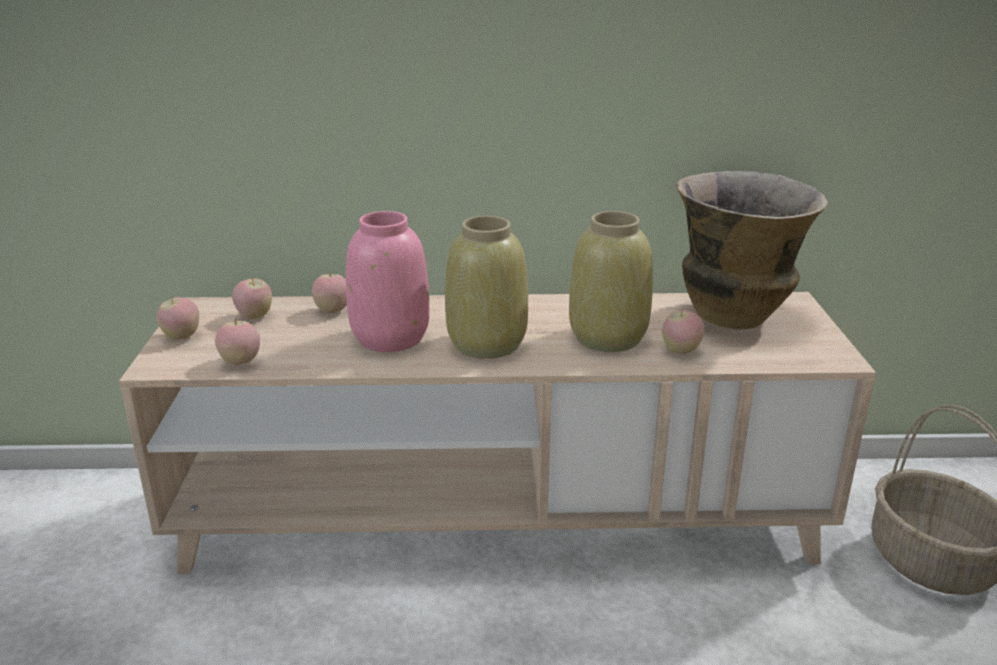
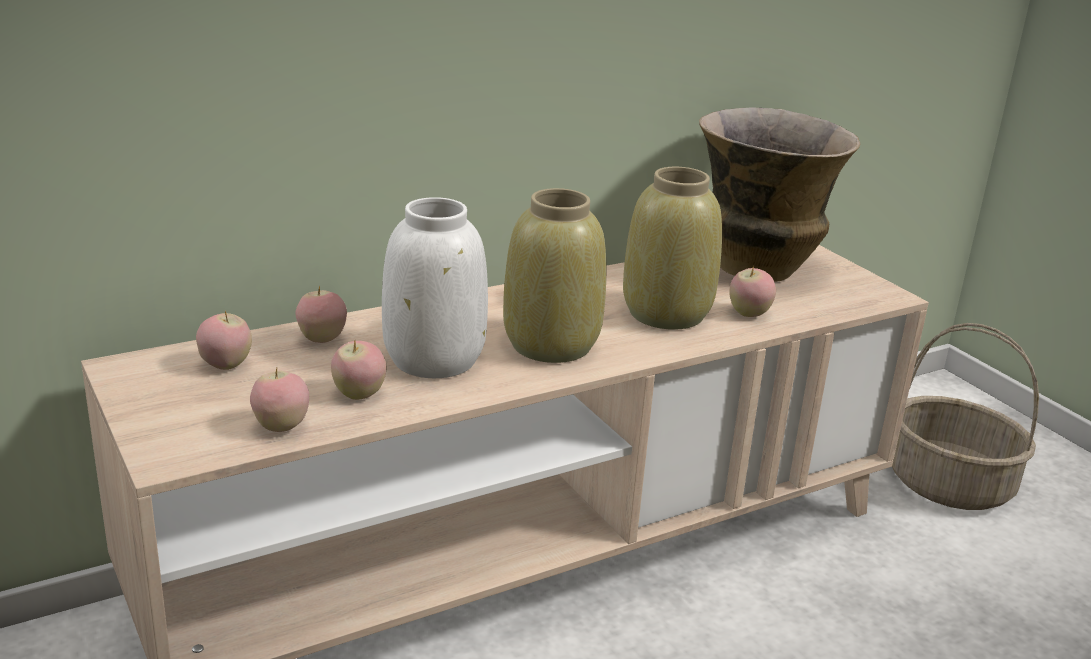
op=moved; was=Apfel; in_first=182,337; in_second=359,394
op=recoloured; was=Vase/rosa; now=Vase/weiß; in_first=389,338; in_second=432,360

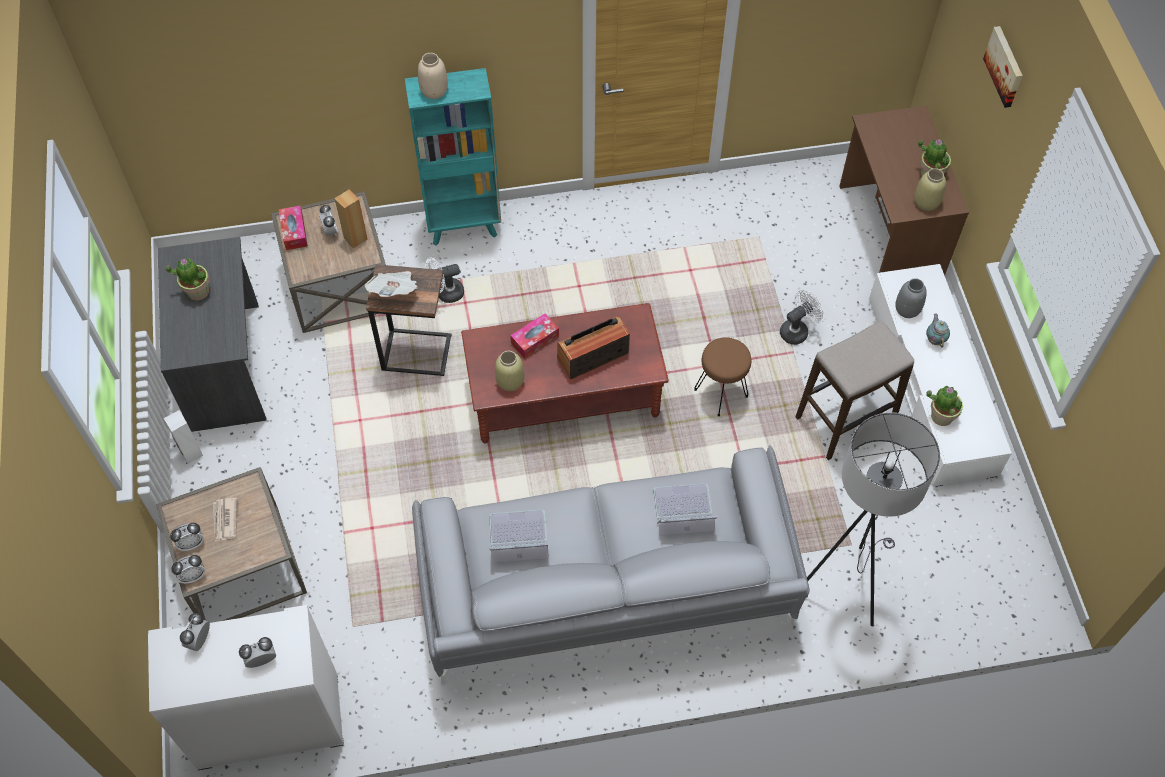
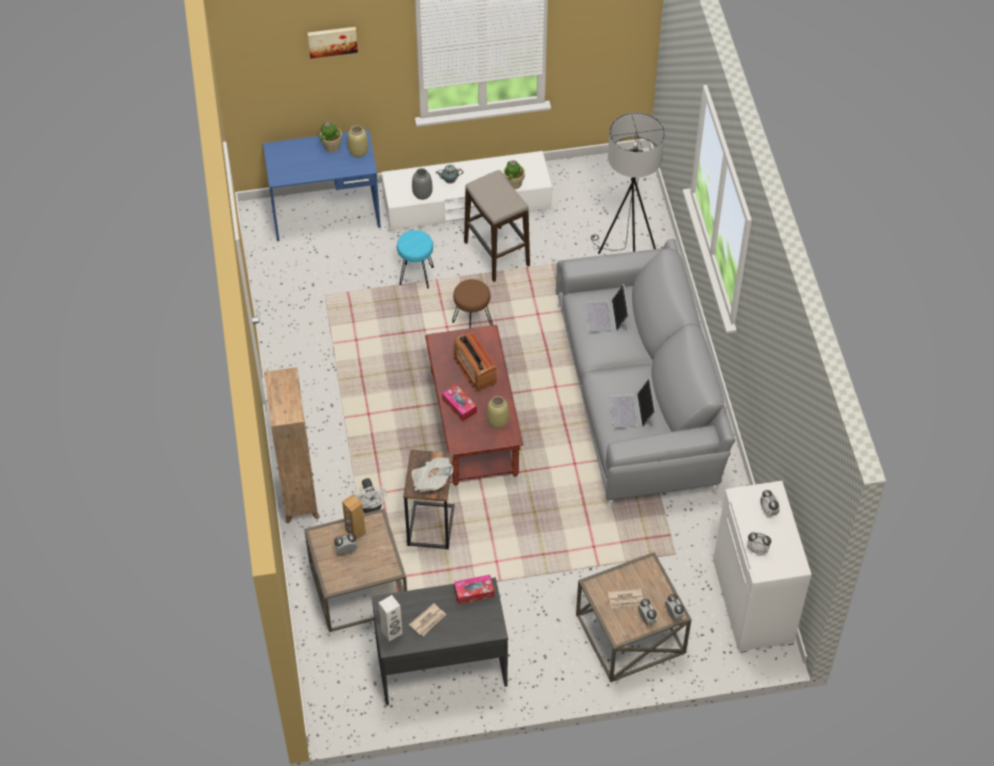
op=removed; was=Vase/beige; in_first=434,90
op=moved; was=Lautsprecher/weiß; in_first=191,453; in_second=392,632
op=moved; was=Taschentuchbox; in_first=294,232; in_second=474,592
op=replaced; was=Topfpflanze; now=Zeitung; in_first=197,291; in_second=428,620
op=replaced; was=Ventilator/weiß; now=Hocker/türkis; in_first=797,330; in_second=416,276
op=recoloured; was=Bücherregal/türkis; now=Bücherregal/braun; in_first=464,226; in_second=299,496
op=recoloured; was=Schreibtisch/braun; now=Schreibtisch/blau; in_first=888,233; in_second=326,215

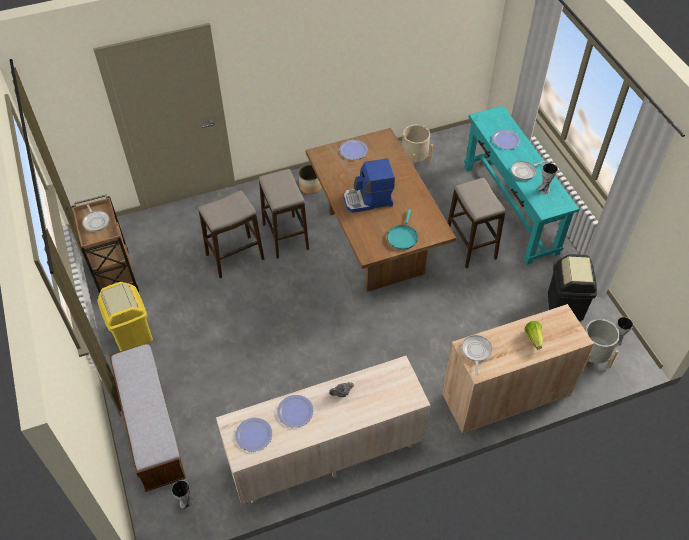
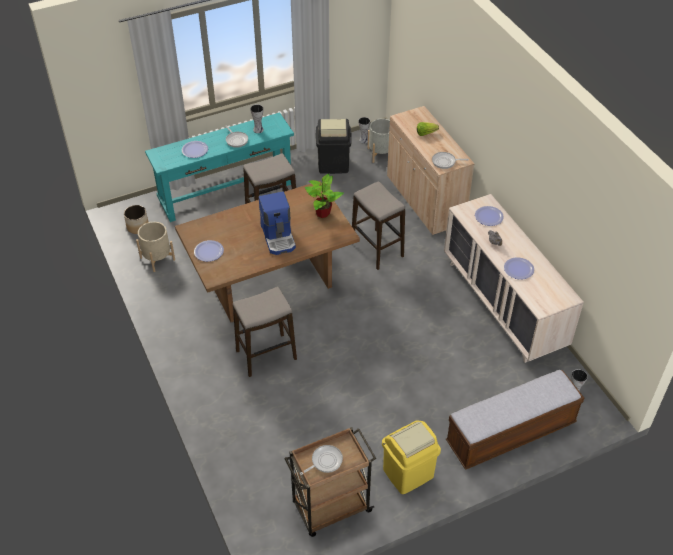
op=moved; was=Hocker; in_first=235,257; in_second=377,249
op=moved; was=Teller; in_first=254,435; in_second=489,216
op=moved; was=Pflanzkübel; in_first=310,186; in_second=138,226
op=replaced; was=Pfanne/türkis; now=Topfpflanze; in_first=402,237; in_second=323,213

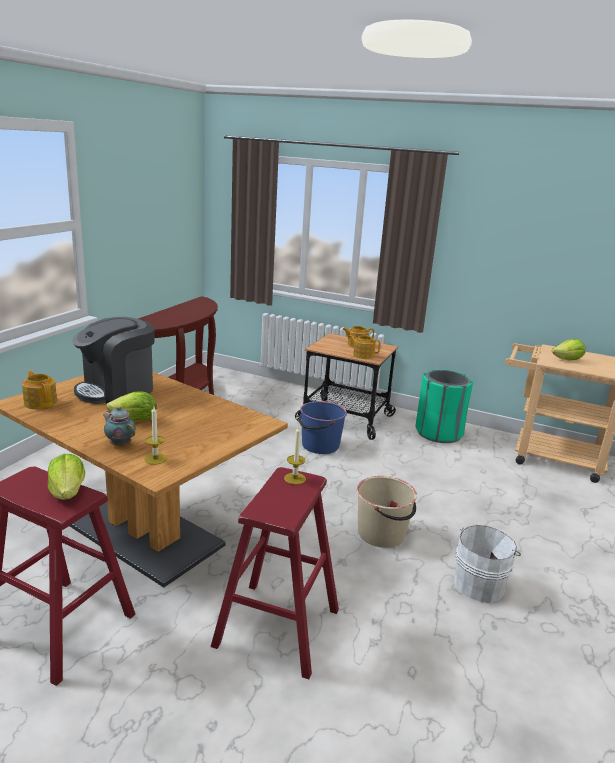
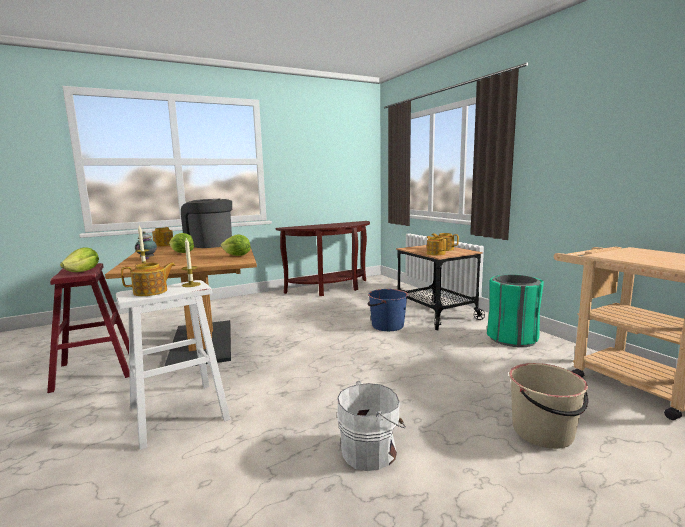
op=added; now=Teekanne; in_second=151,292
op=moved; was=Eimer/beige; in_first=382,534; in_second=543,432
op=moved; was=Salatkopf; in_first=567,360; in_second=237,256
op=recoloured; was=Hocker/rot; now=Hocker/weiß; in_first=277,627; in_second=178,413
op=turned; was=Kaffeemaschine; in_first=117,390; in_second=209,244; clockwise=45

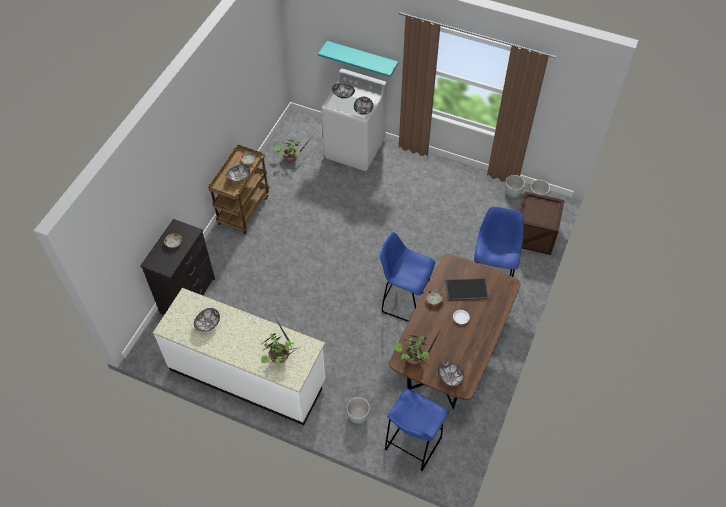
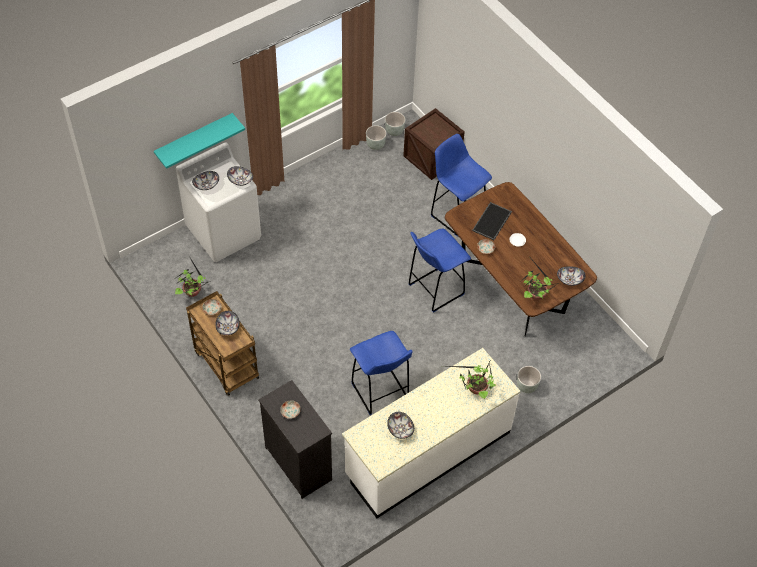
op=moved; was=Hocker/blau; in_first=412,446; in_second=380,392

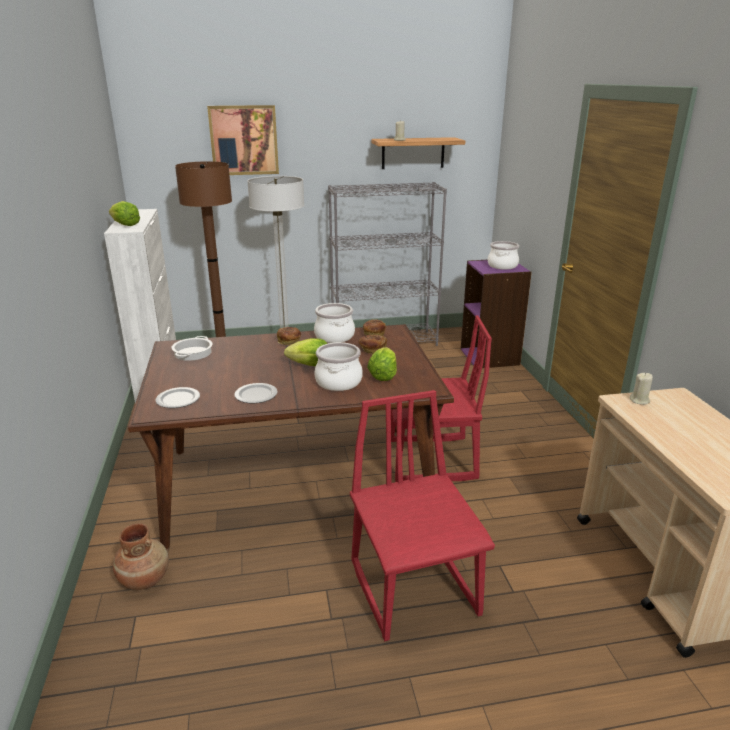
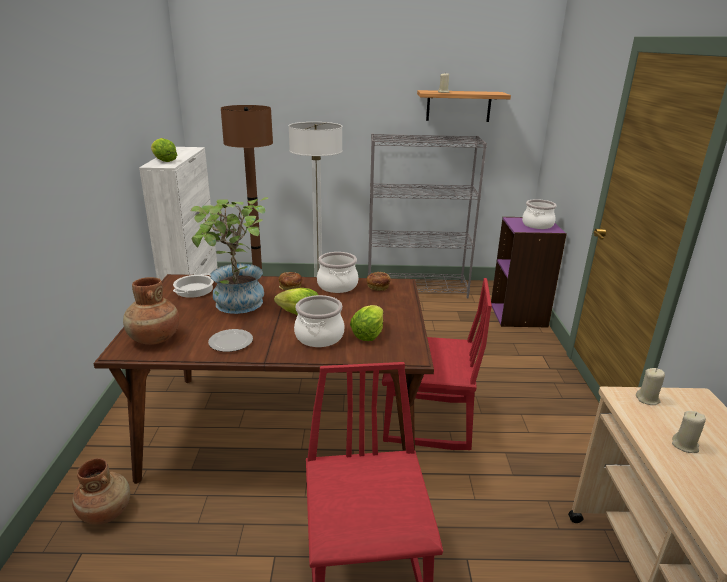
op=removed; was=Bild; in_first=244,140
op=removed; was=Brot; in_first=372,350
op=added; now=Topfpflanze; in_second=236,306
op=added; now=Kerze/beige; in_second=685,445
op=replaced; was=Teller; now=Vase/braun; in_first=178,400; in_second=154,339

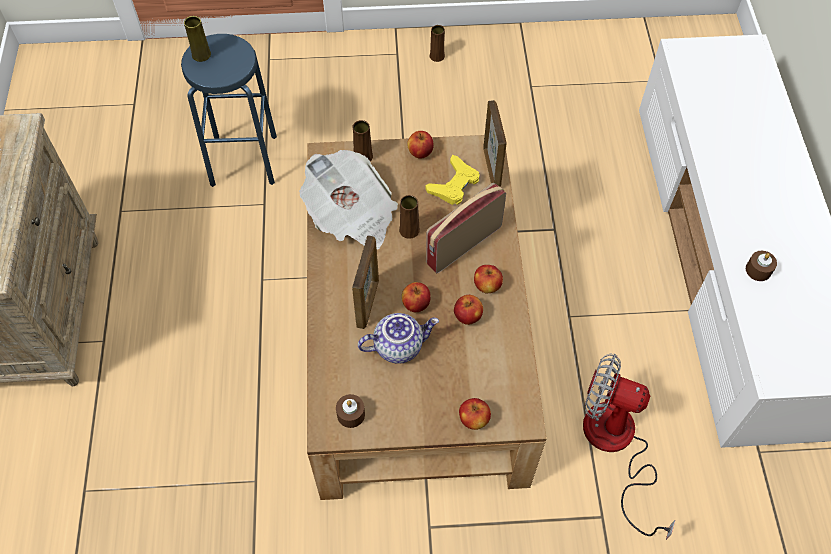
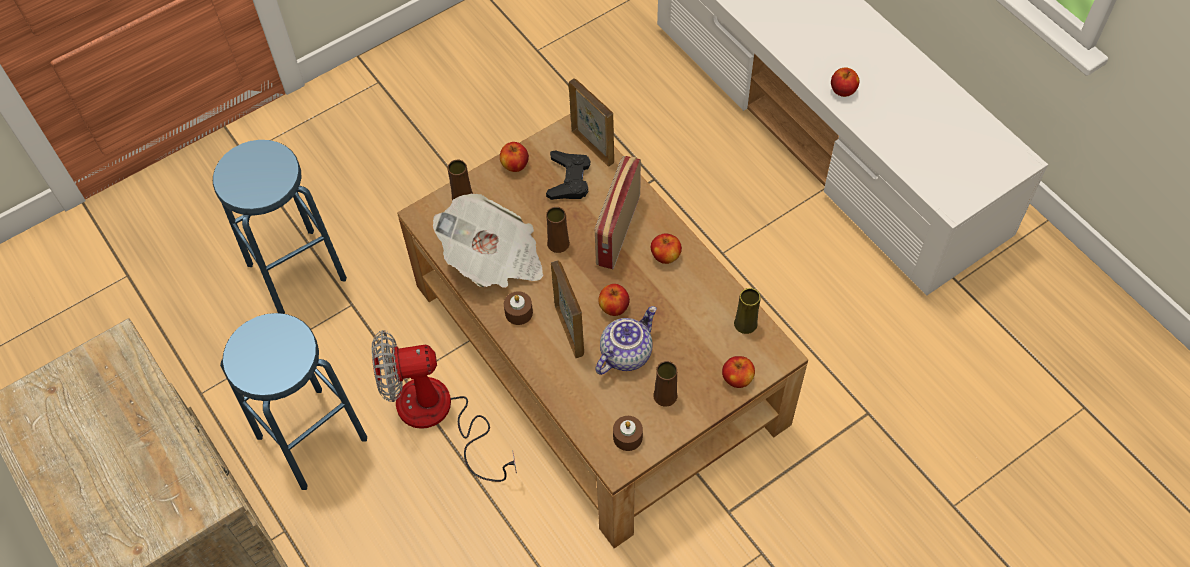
op=added; now=Hocker/blau; in_second=311,437
op=moved; was=Vase/gelb; in_first=201,55; in_second=745,324
op=moved; was=Vase/braun; in_first=437,56; in_second=665,396
op=moved; was=Apfel; in_first=467,316; in_second=843,91
op=moved; was=Ventilator; in_first=615,446; in_second=438,417
op=moved; was=Kerze/braun; in_first=758,270; in_second=519,312
op=recoloured; was=Gamepad/gelb; now=Gamepad/schwarz; in_first=454,184; in_second=569,179

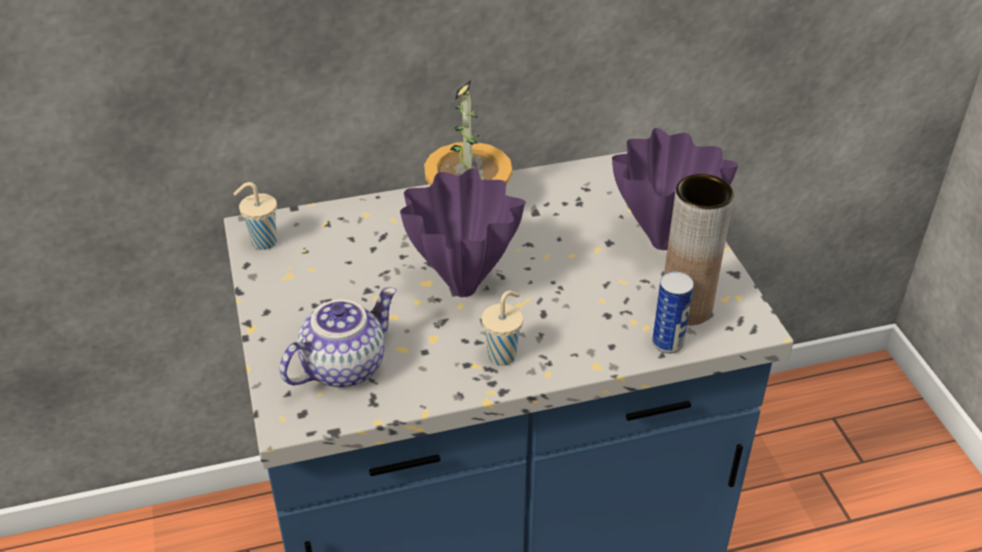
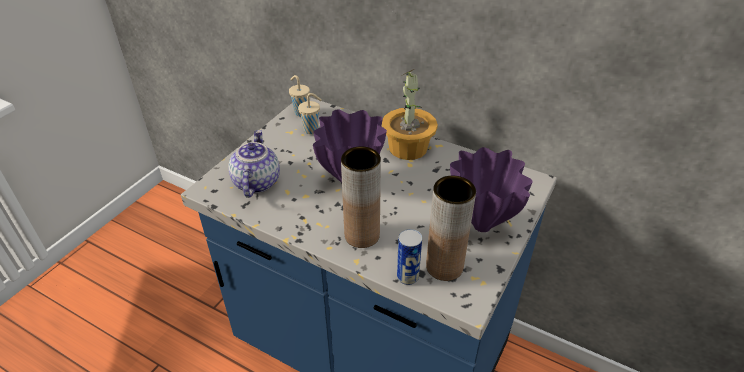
op=added; now=Vase/braun; in_second=362,235
op=moved; was=Tasse/beige; in_first=503,355; in_second=312,130
op=turned; was=Teekanne; in_first=343,366; in_second=255,182; clockwise=-90

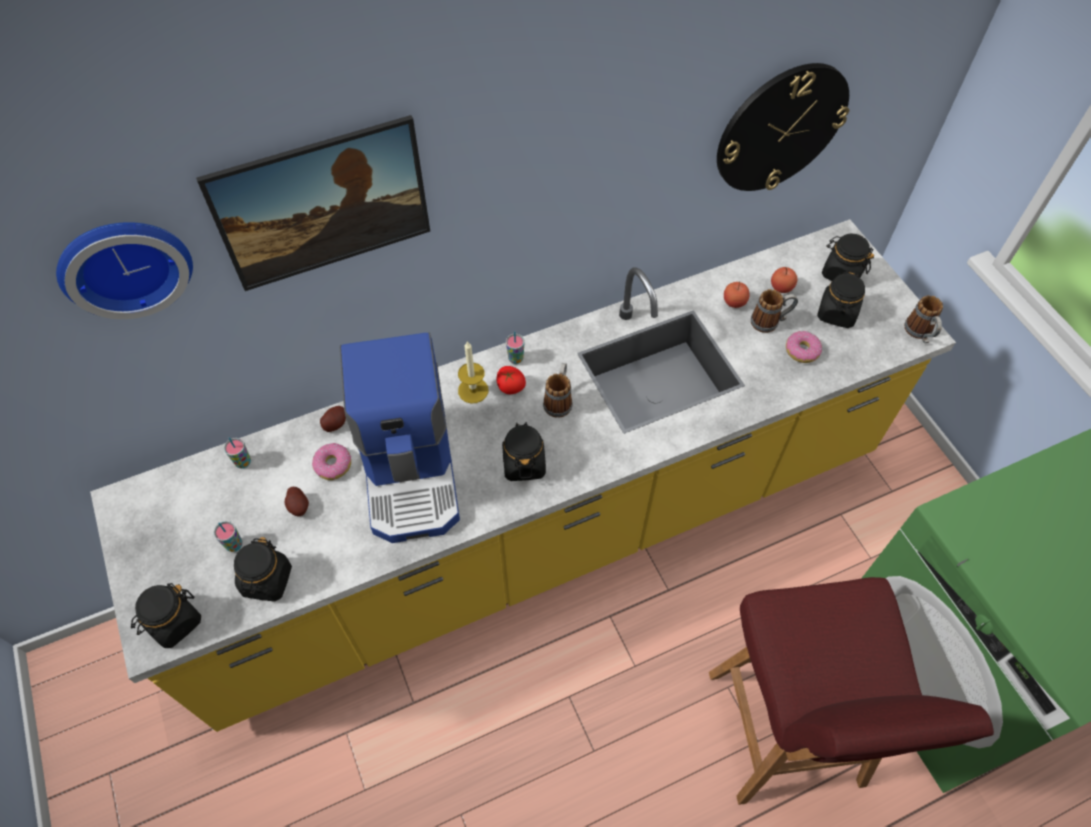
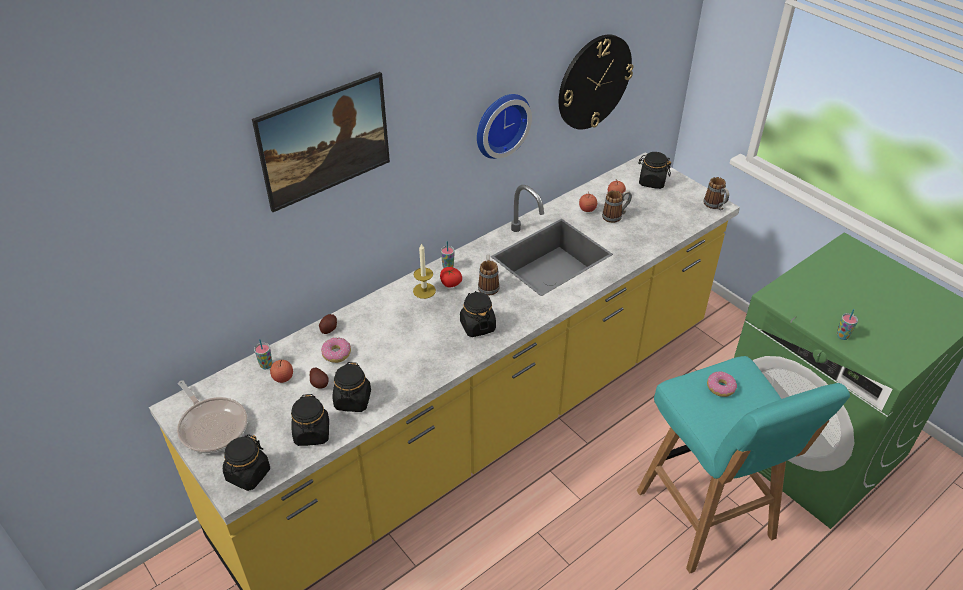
op=removed; was=Kaffeemaschine; in_first=412,470
op=added; now=Pfanne; in_second=212,426
op=added; now=Apfel; in_second=283,378
op=moved; was=Wanduhr; in_first=124,263; in_second=499,124
op=moved; was=Tasse; in_first=234,545; in_second=842,336
op=moved; was=Donut; in_first=802,351; in_second=721,388
op=moved; was=Vorratsglas/schwarz; in_first=836,313; in_second=353,400
op=recoloured; was=Hocker/rot; now=Hocker/türkis; in_first=785,732; in_second=706,517

